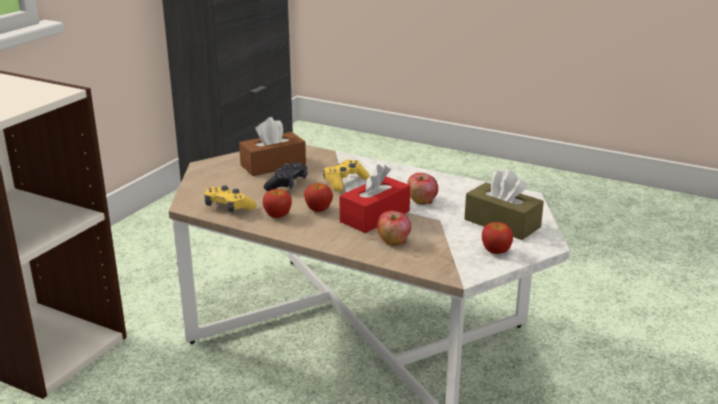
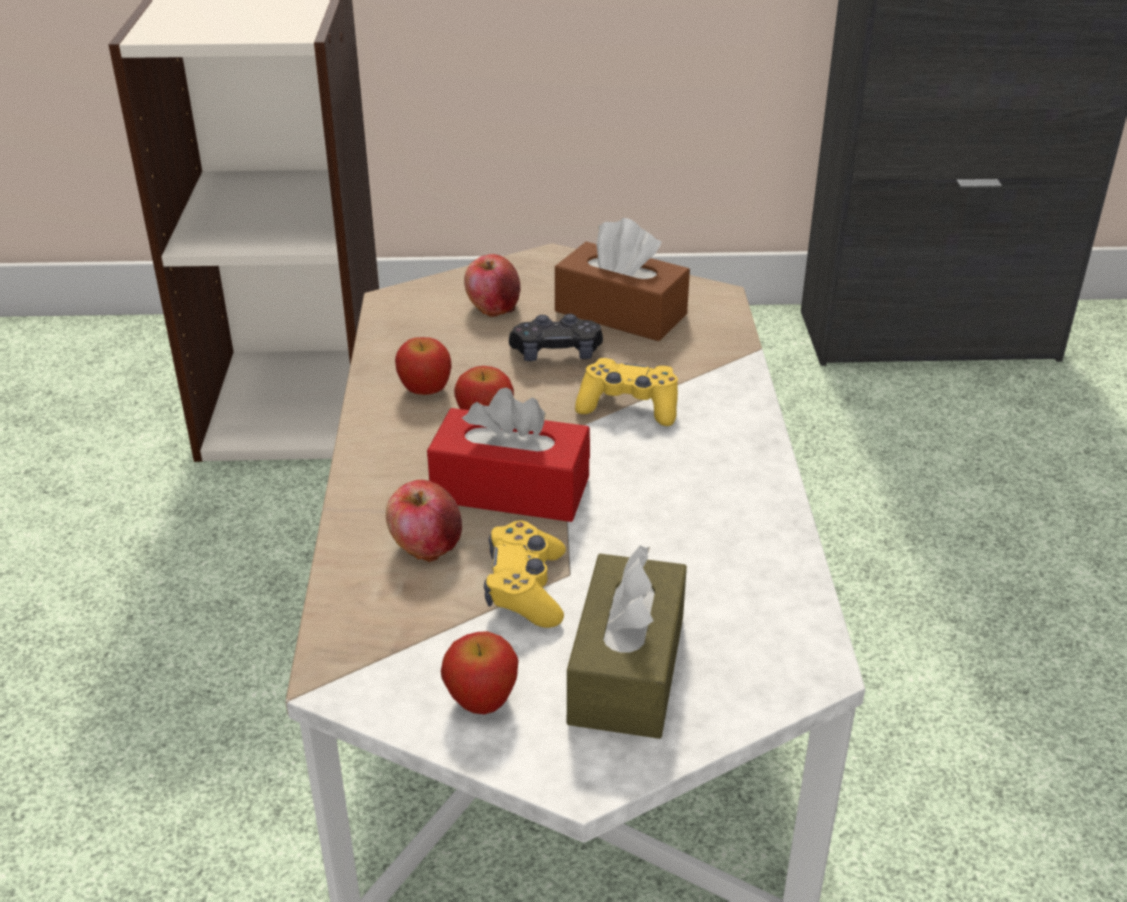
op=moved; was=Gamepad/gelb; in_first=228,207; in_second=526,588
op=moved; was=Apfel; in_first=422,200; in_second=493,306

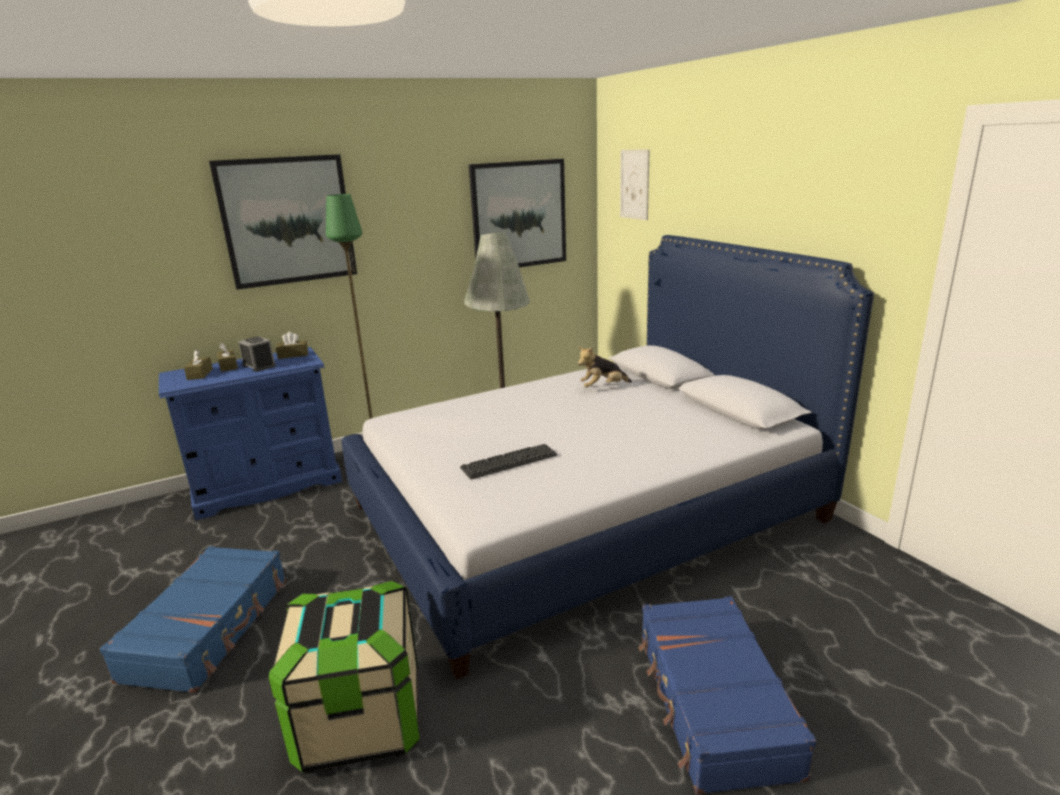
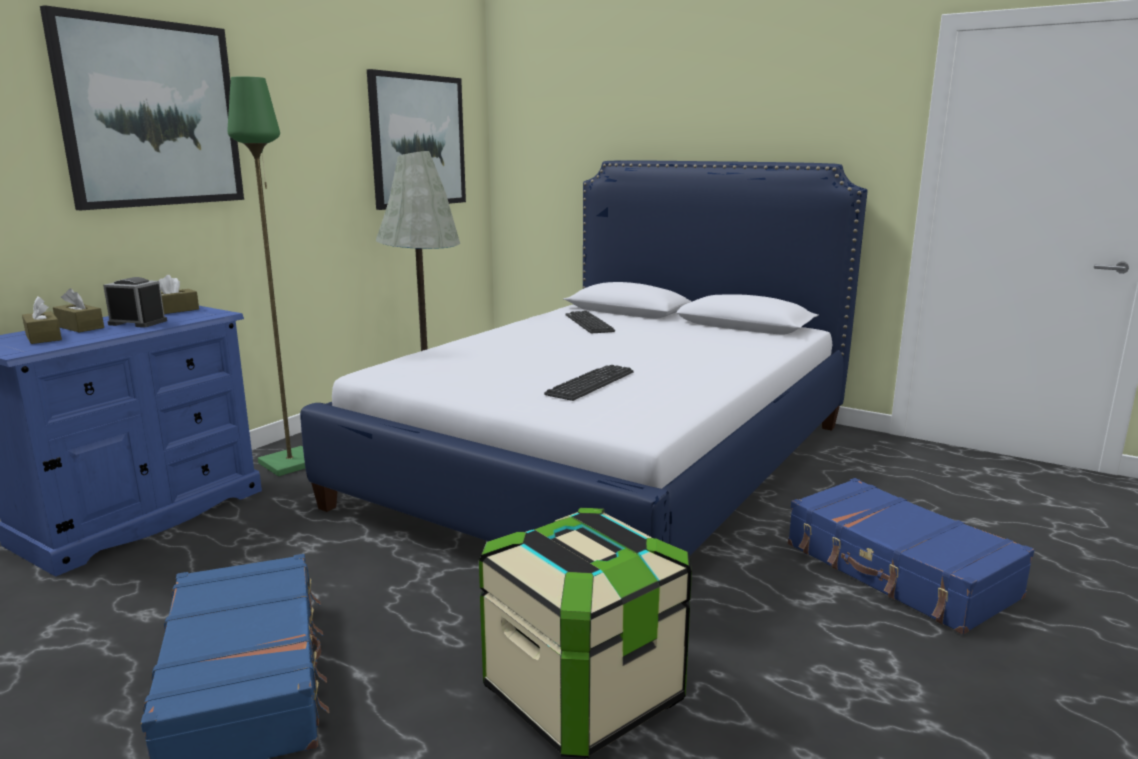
op=removed; was=Bild; in_first=634,184
op=replaced; was=Plüschtier; now=Tastatur; in_first=603,387; in_second=589,323

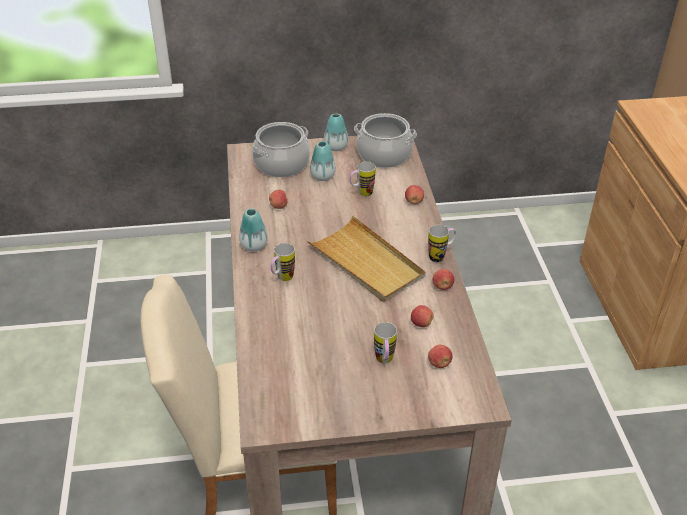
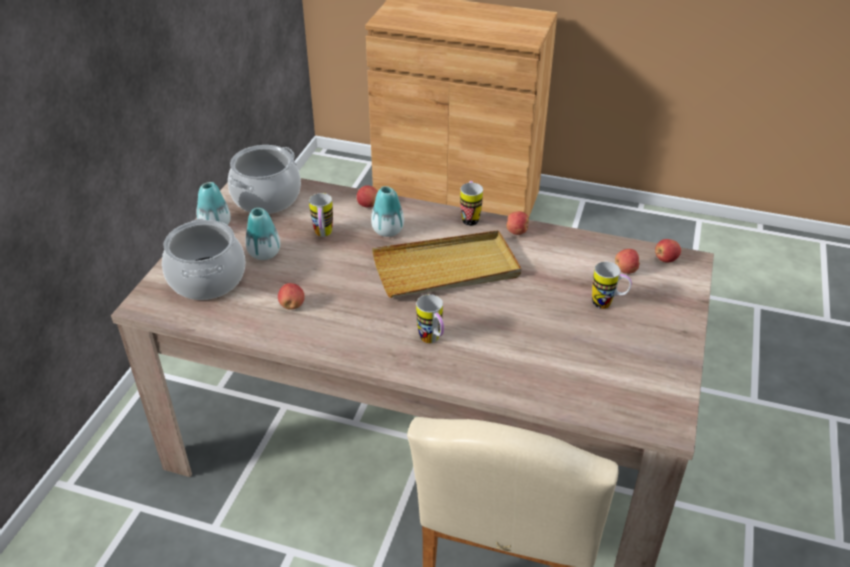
op=moved; was=Vase; in_first=254,246; in_second=388,231
op=moved; was=Apfel; in_first=421,323; in_second=665,259

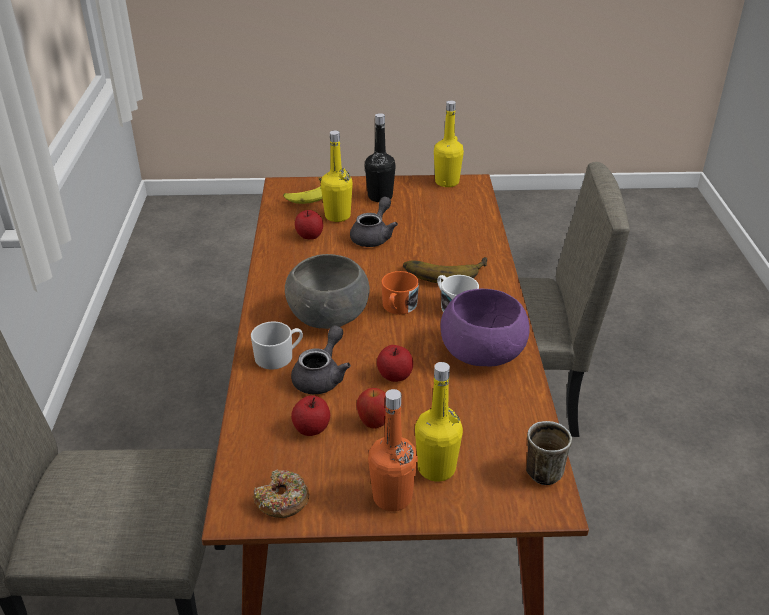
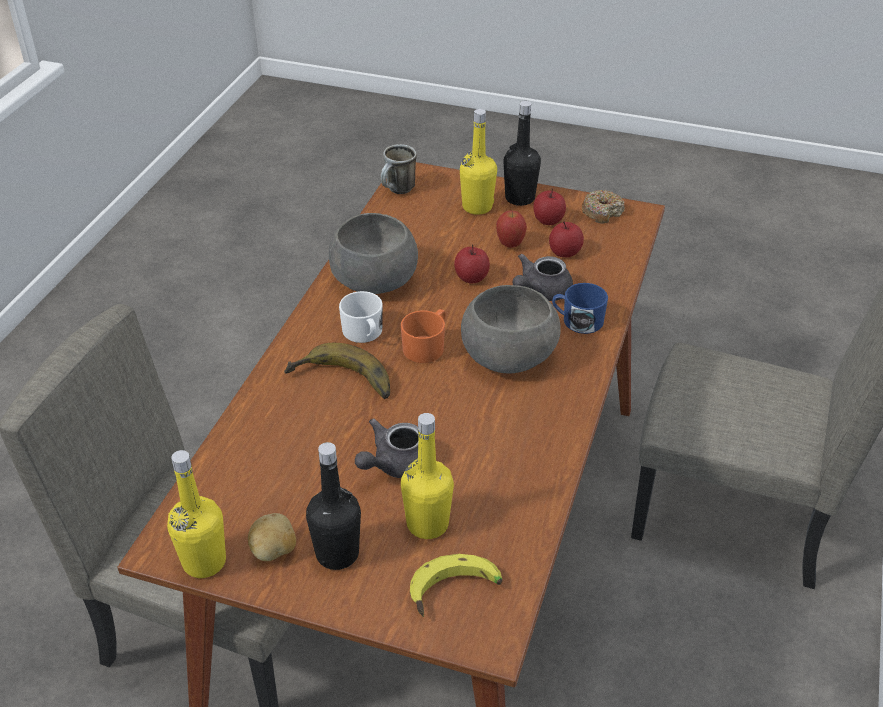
op=added; now=Kartoffel; in_second=274,551
op=moved; was=Apfel; in_first=309,236; in_second=548,220
op=recoloured; was=Henkelbecher/weiß; now=Henkelbecher/blau; in_first=279,356; in_second=577,321
op=recoloured; was=Flasche/orange; now=Flasche/schwarz; in_first=392,497; in_second=520,198
op=recoloured; was=Schüssel/lila; now=Schüssel/grau; in_first=483,352; in_second=373,280

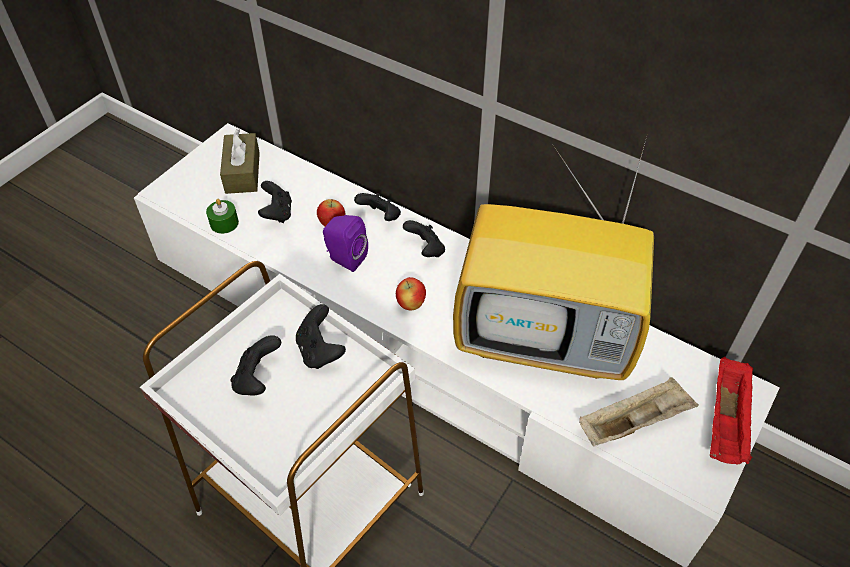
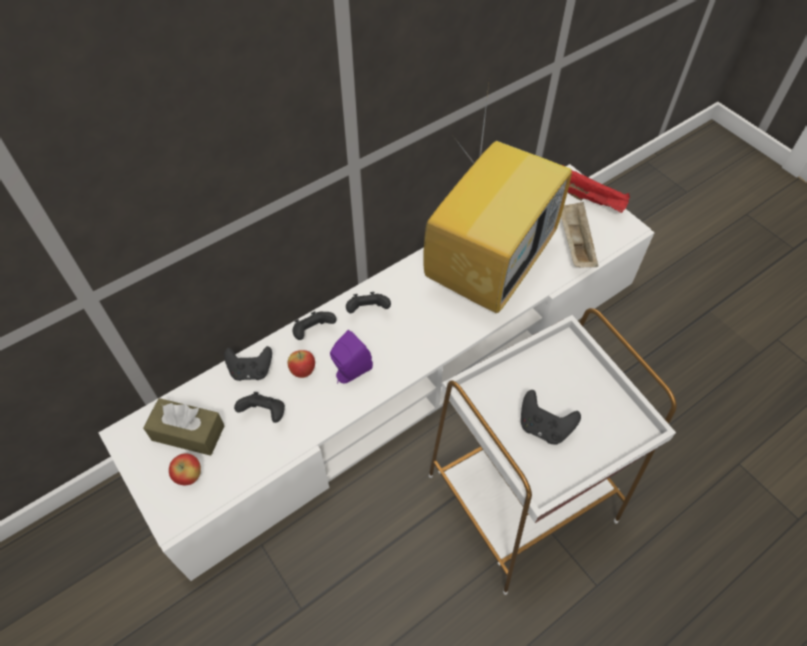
op=removed; was=Kerze/grün; in_first=224,223
op=moved; was=Gamepad/schwarz; in_first=320,351; in_second=251,371
op=moved; was=Apfel; in_first=411,304; in_second=189,476

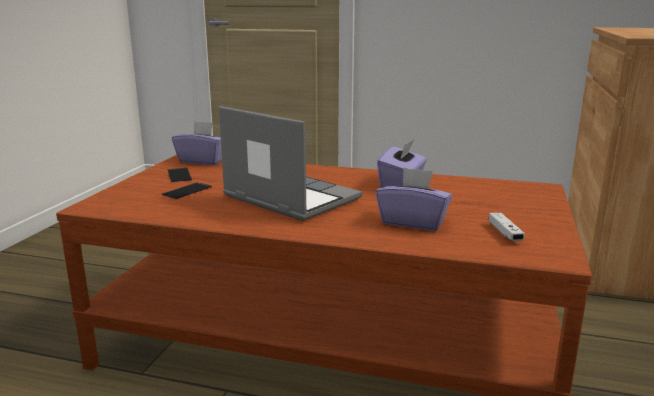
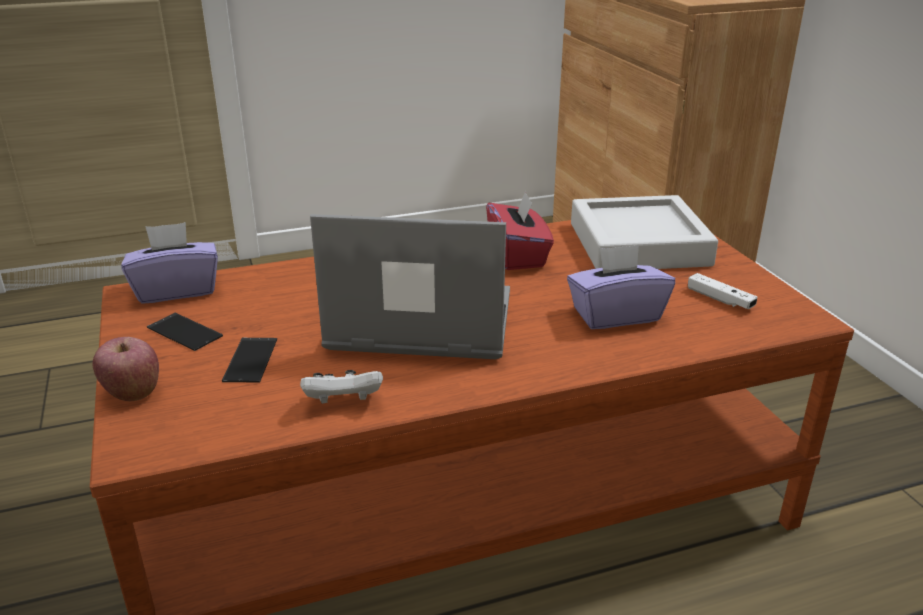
op=added; now=Apfel; in_second=132,392
op=added; now=Gamepad/weiß; in_second=343,403
op=added; now=Tablett/grau; in_second=638,244
op=recoloured; was=Taschentuchbox/lila; now=Taschentuchbox/rot; in_first=402,184; in_second=518,255

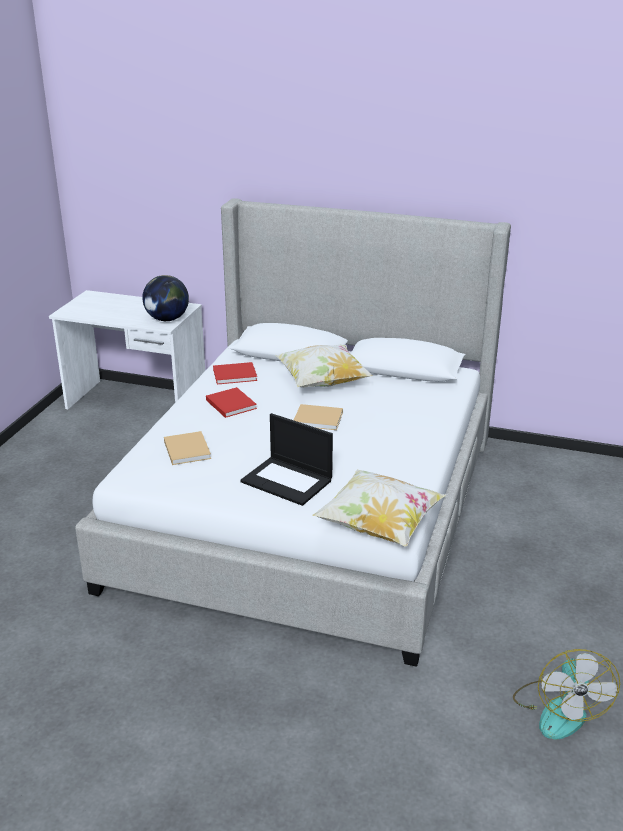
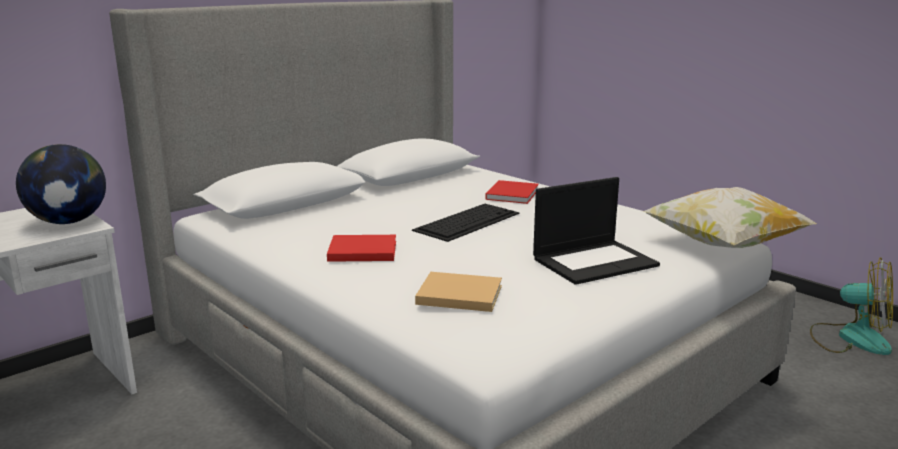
op=removed; was=Kissen; in_first=322,383
op=moved; was=Buch/rot; in_first=236,375; in_second=513,194
op=replaced; was=Buch/beige; now=Tastatur; in_first=319,419; in_second=467,221

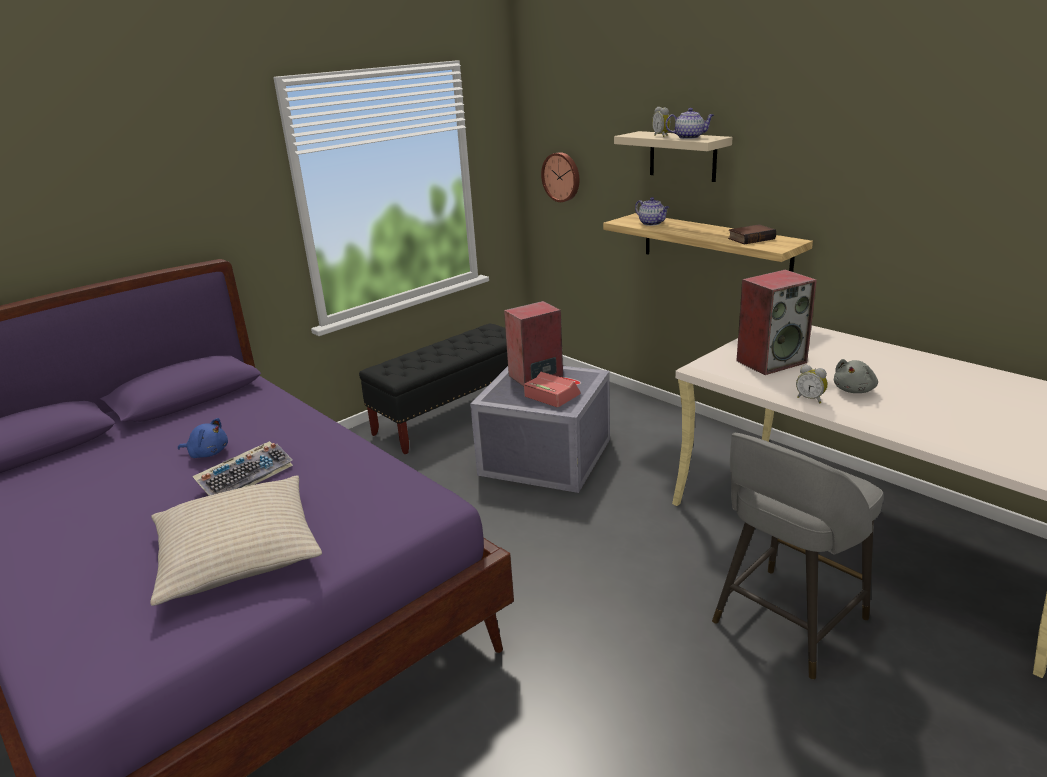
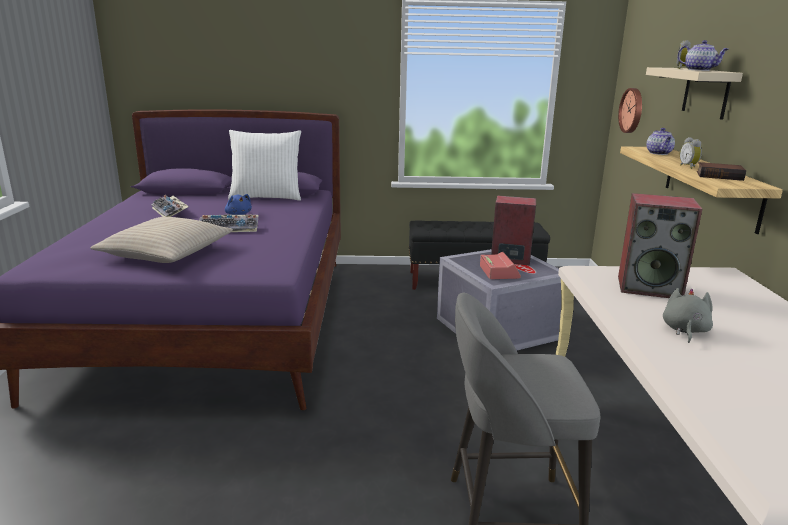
op=added; now=Tastatur; in_second=170,212
op=added; now=Kissen/weiß; in_second=266,197
op=moved; was=Wecker; in_first=810,399; in_second=689,167
op=turned; was=Plüschtier/grau; in_first=854,390; in_second=684,330; clockwise=120

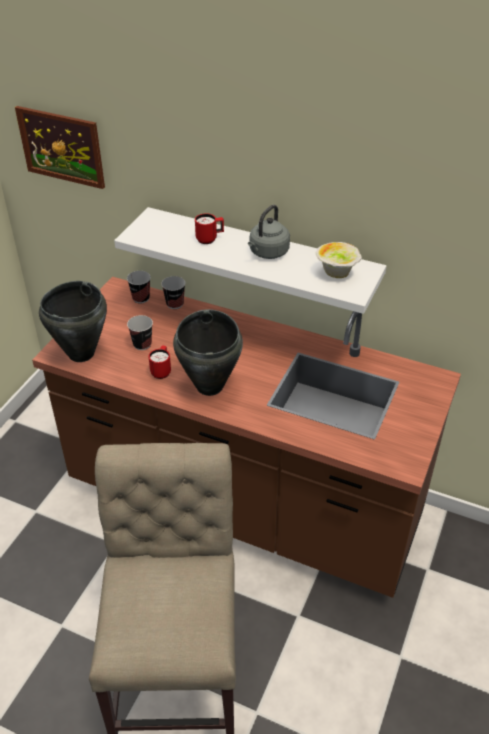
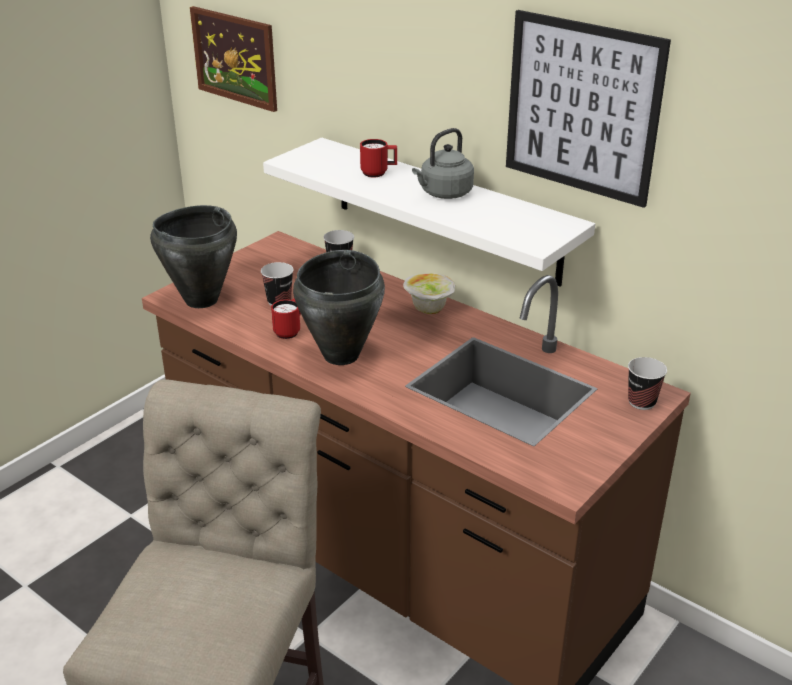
op=added; now=Bild; in_second=582,108
op=moved; was=Tasse; in_first=141,298; in_second=641,402
op=moved; was=Schüssel; in_first=336,274; in_second=428,310

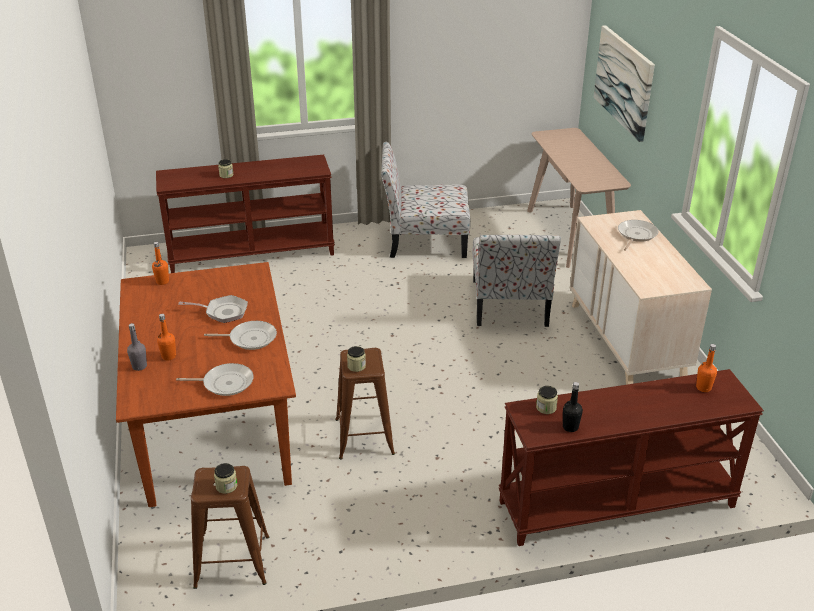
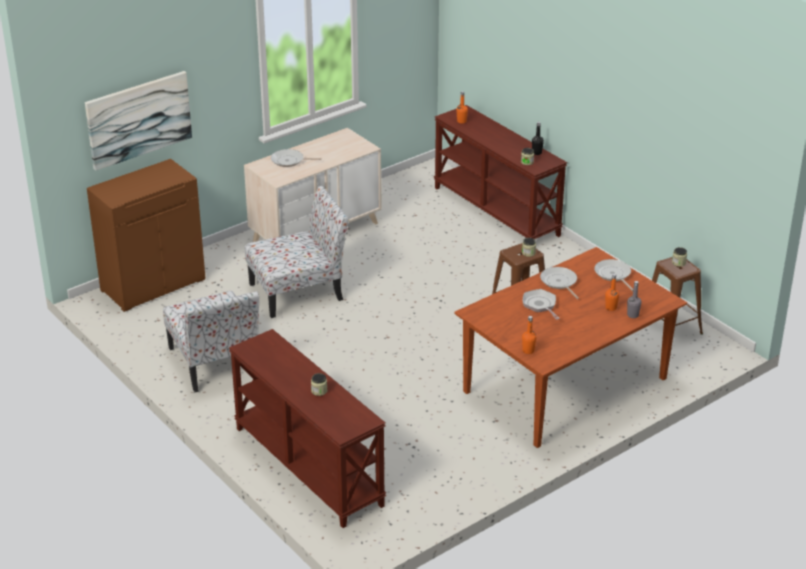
op=replaced; was=Konsolentisch/beige; now=Schrank/braun; in_first=570,235; in_second=153,284

